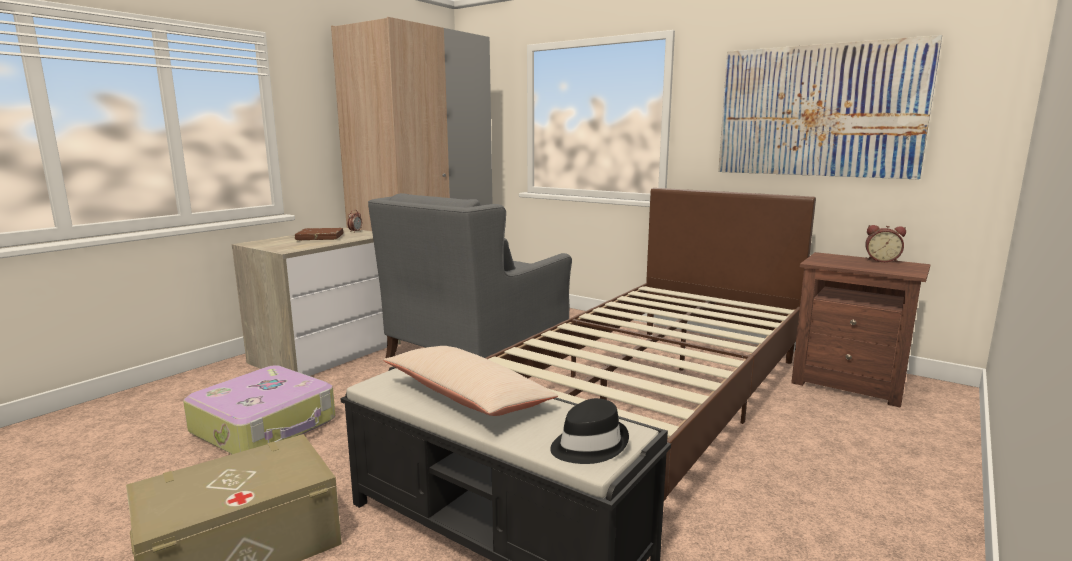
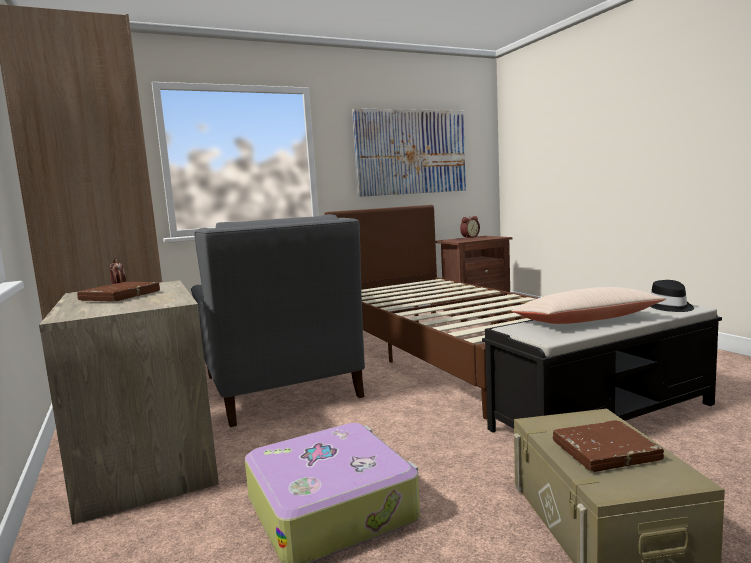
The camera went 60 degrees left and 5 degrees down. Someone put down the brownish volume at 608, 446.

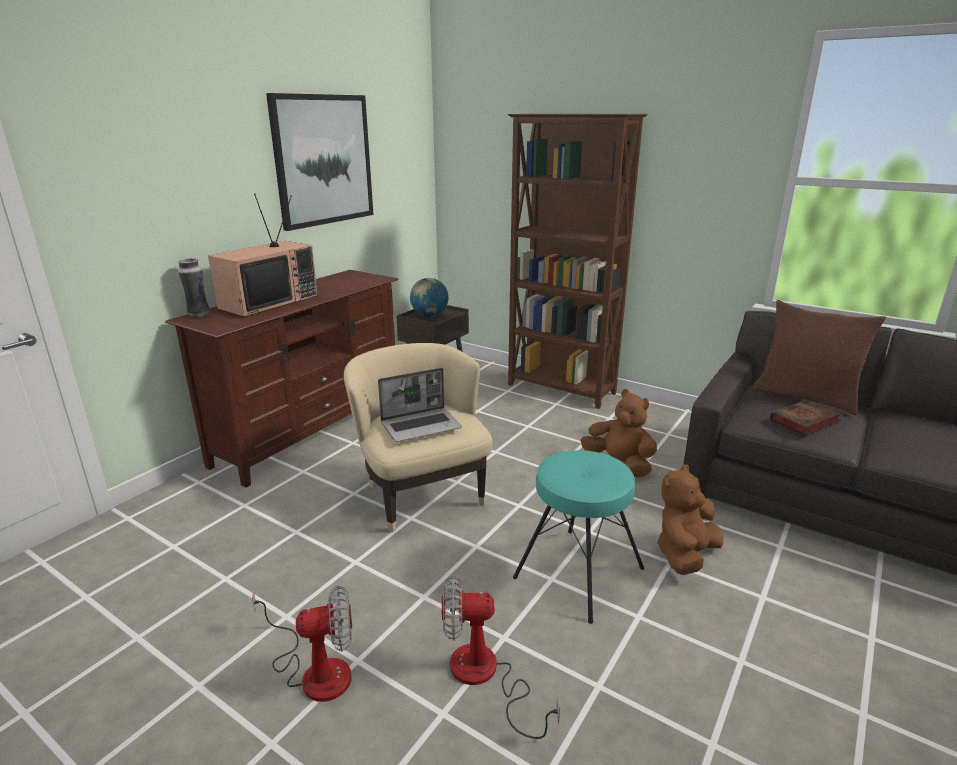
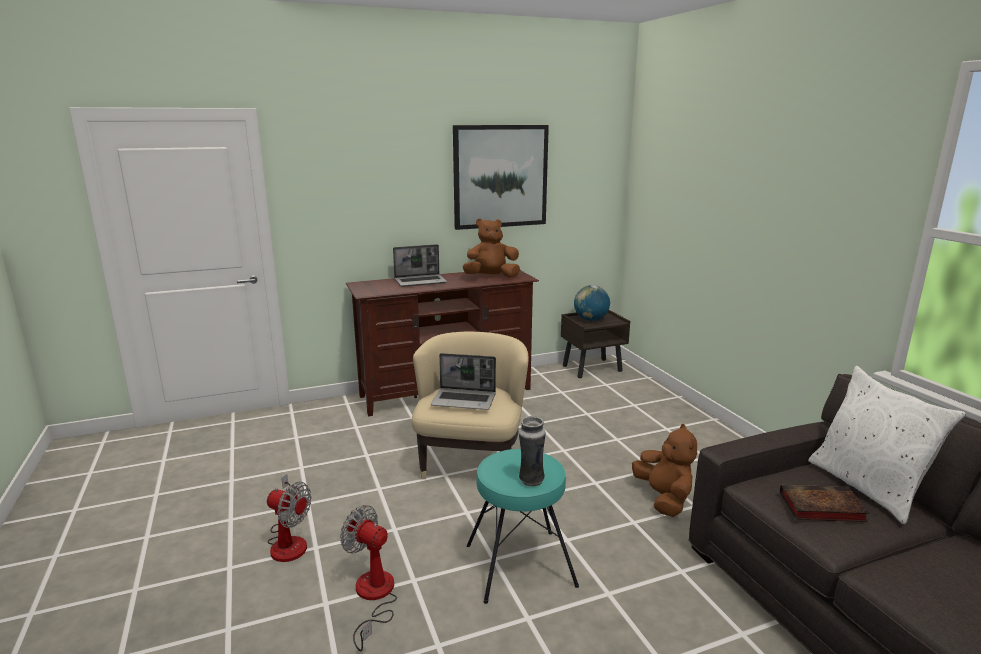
The camera went 35 degrees right and 5 degrees down. Someone took away the brownish bookshelf at 578, 261. Someone swapped the TV at 263, 255 for the laptop at 420, 265. Someone carried the decorative vase from 194, 287 to 532, 451. Someone repainted the brownish pillow at 819, 357, which became the whitish pillow at 887, 445. Someone carried the brownish cuddly toy from 690, 520 to 491, 248.

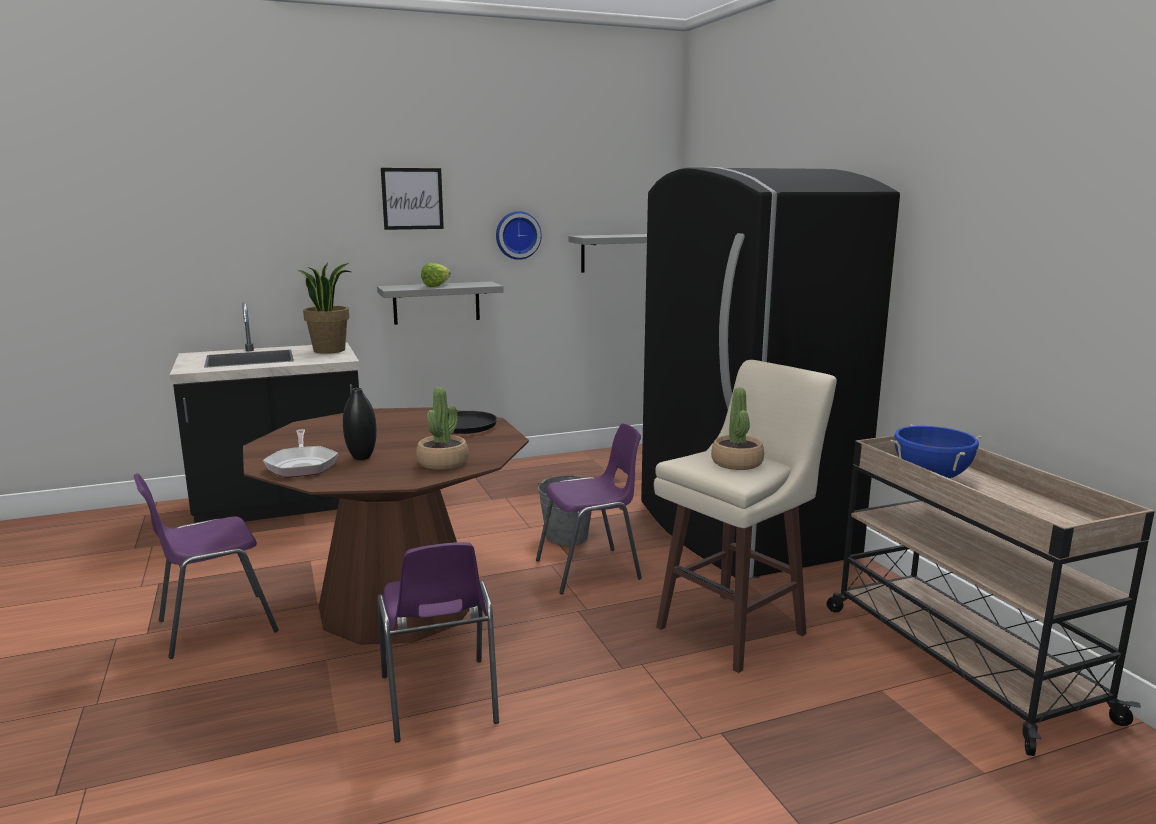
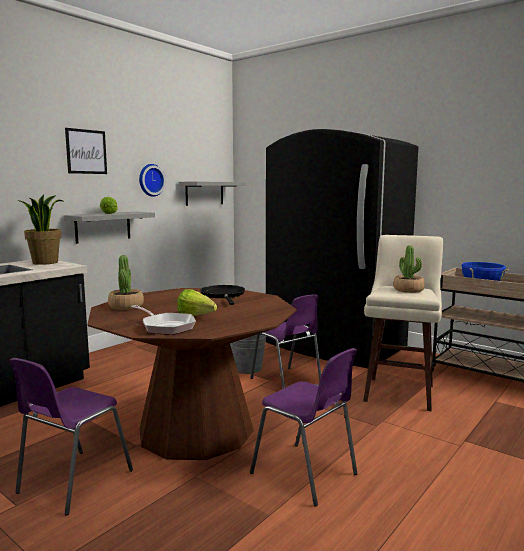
The camera went 30 degrees left and 5 degrees down. Someone carried the houseplant from 442, 428 to 126, 282. Someone swapped the black decorative vase at 360, 424 for the lettuce head at 197, 302. Someone rotated the purple-coloured chair at 589, 509 by 105 degrees clockwise.

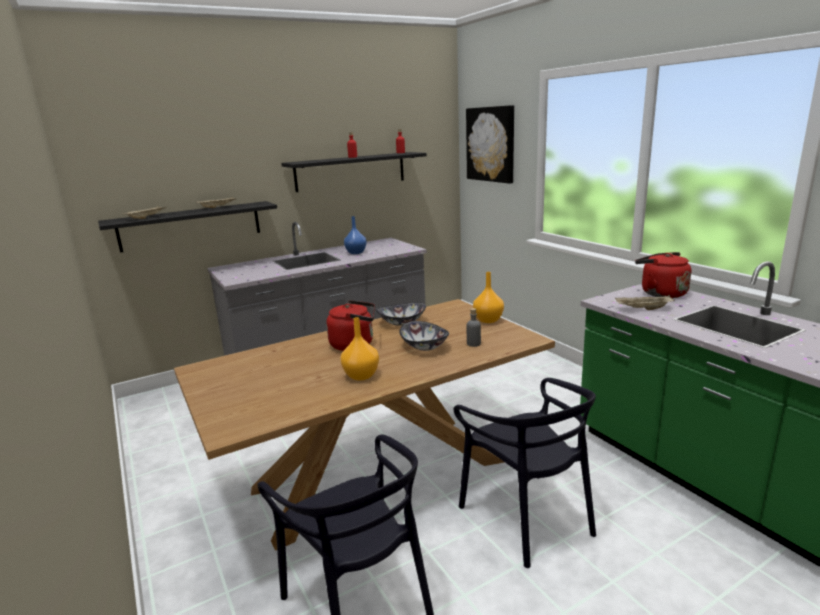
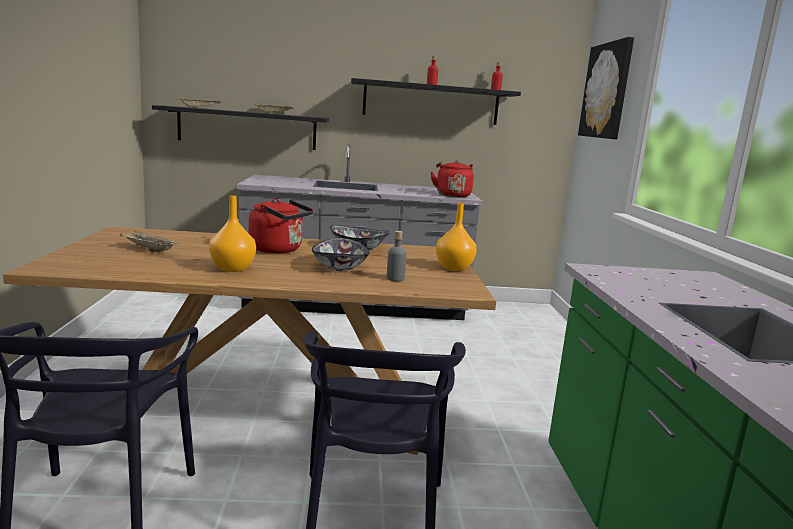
The camera went 25 degrees right and 5 degrees down. Someone took away the blue decorative vase at 355, 235. Someone carried the red kettle from 663, 275 to 452, 179. Someone carried the beige tray from 644, 302 to 150, 241.

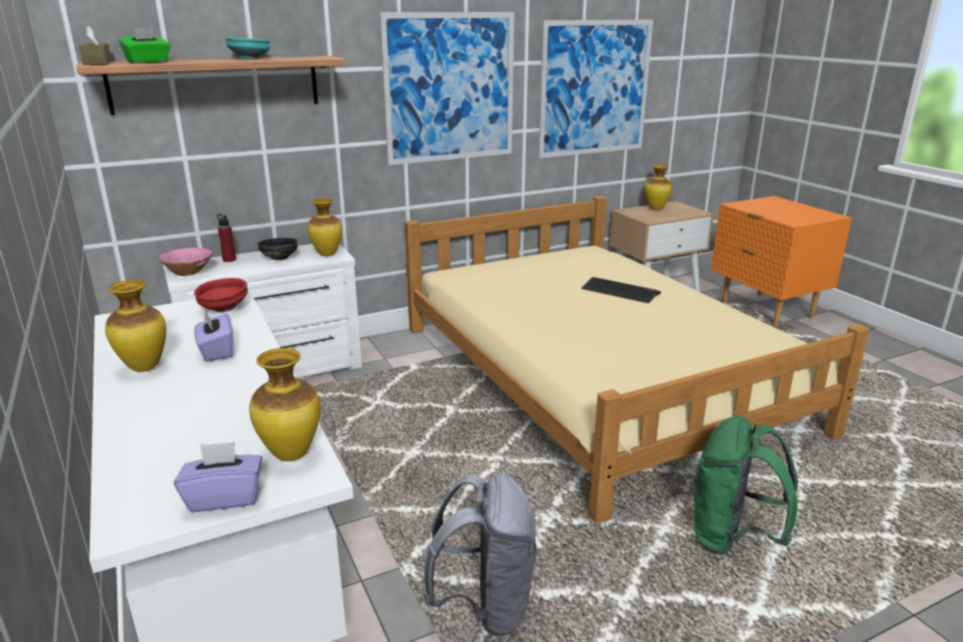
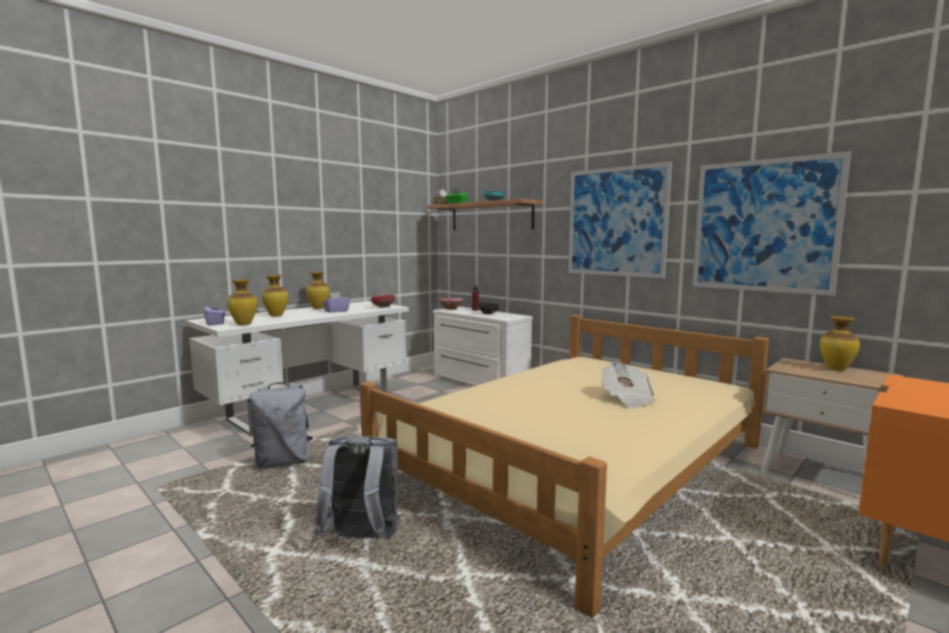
The camera went 70 degrees right and 15 degrees down. Someone carried the decorative vase from 324, 227 to 275, 296. Someone swapped the computer keyboard at 621, 290 for the daily paper at 628, 385. Someone repainted the greenish knapsack at 746, 485, which became the grey knapsack at 357, 487.

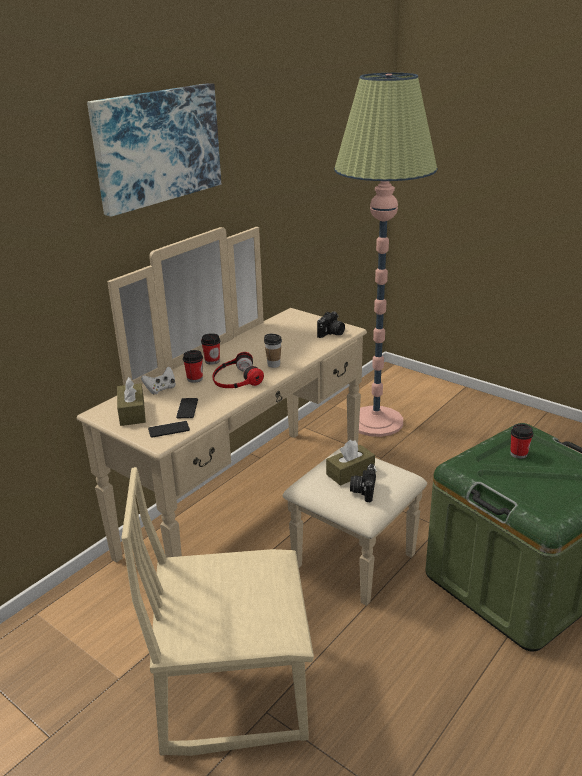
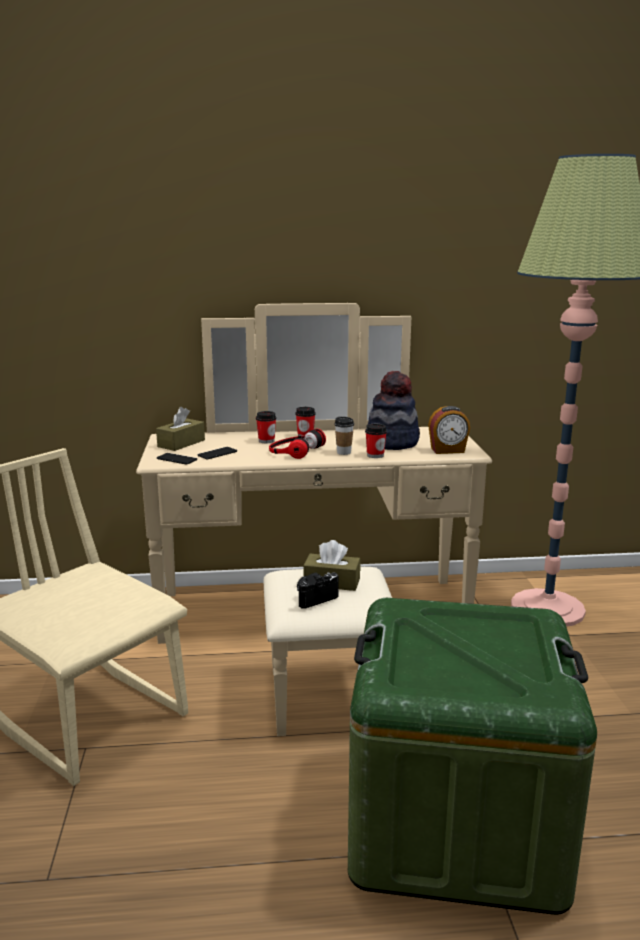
The camera went 45 degrees right and 10 degrees down. Someone took away the wall art at 154, 150. Someone swapped the photo camera at 331, 324 for the bedside clock at 449, 430. Someone took away the whitish game controller at 158, 380. Someone carried the cup from 521, 441 to 376, 441. Someone put down the hat at 394, 410.

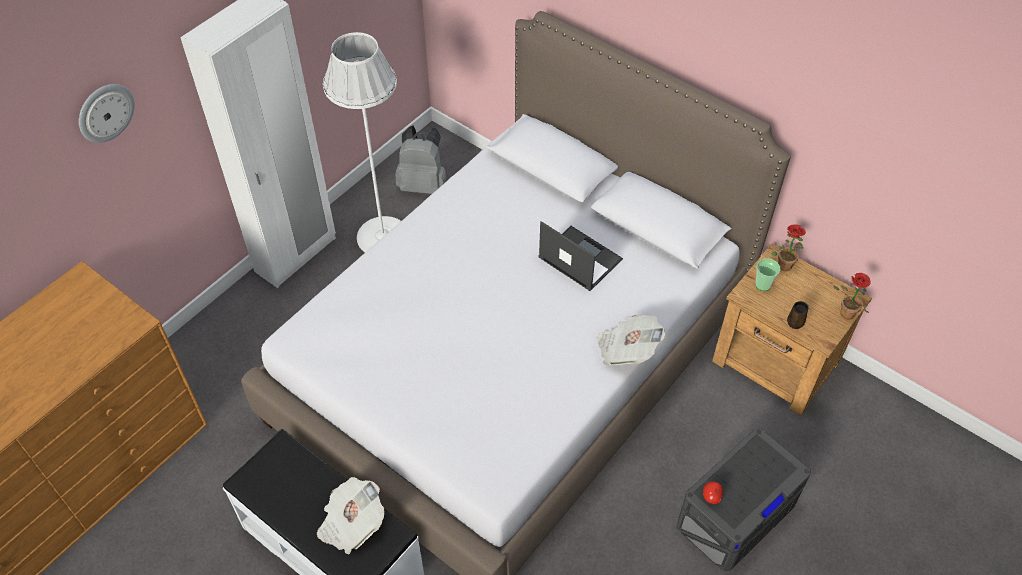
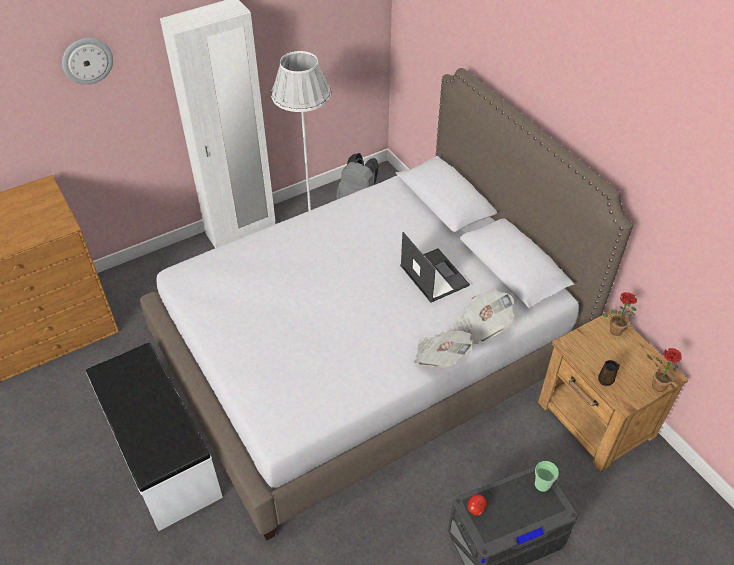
The camera went 20 degrees right and 5 degrees down. Someone carried the cup from 767, 274 to 547, 476. Someone carried the daily paper from 351, 515 to 484, 316.

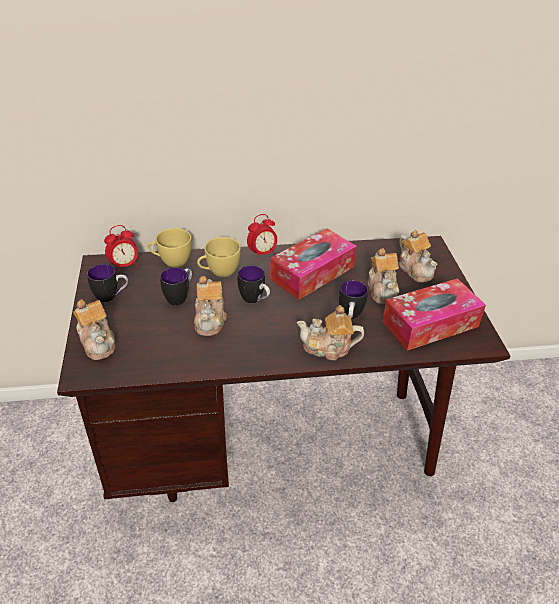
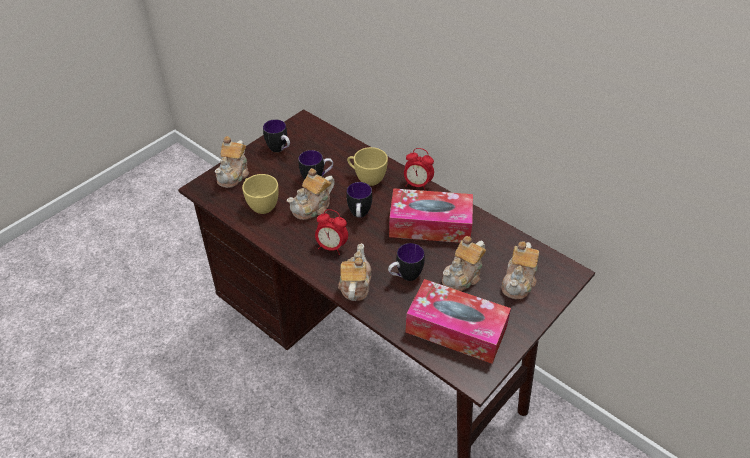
The camera went 50 degrees right and 5 degrees up. Someone carried the bedside clock from 121, 248 to 331, 232. Someone carried the yellow-coloured cup from 170, 248 to 260, 194. Someone rotated the tea pot at 330, 332 by 45 degrees clockwise.

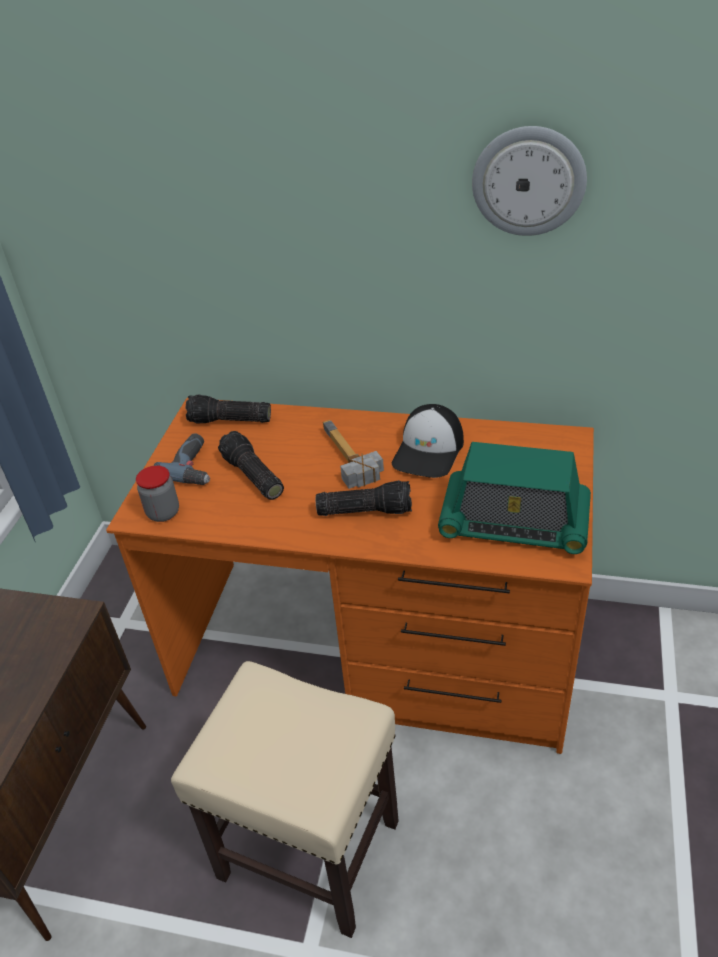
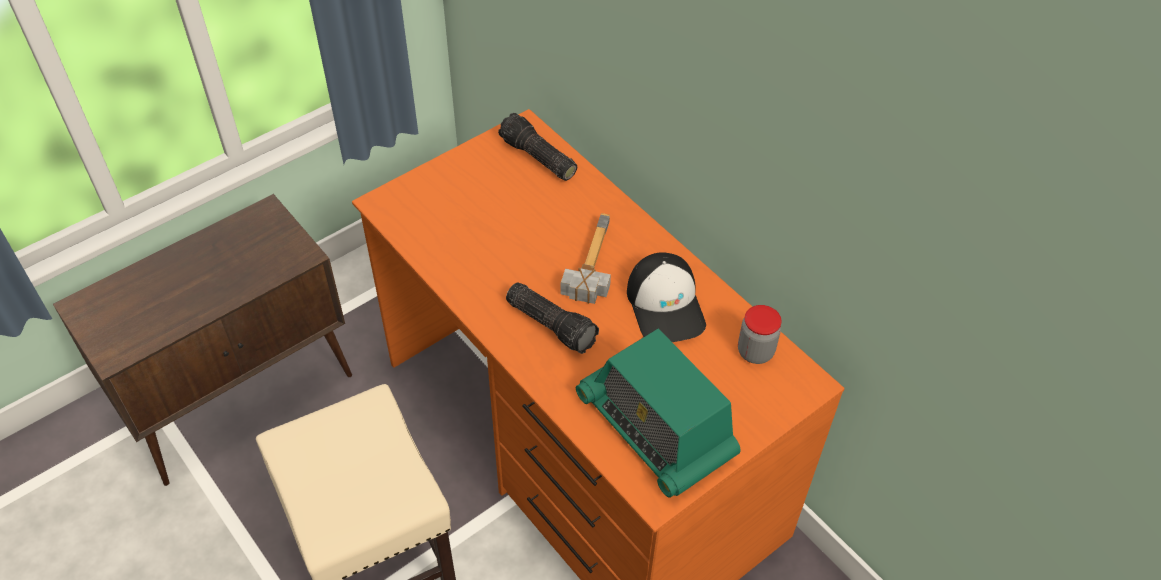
The camera went 35 degrees right and 10 degrees up. Someone took away the wall clock at 529, 181. Someone rotated the cap at 428, 441 by 75 degrees counterclockwise. Someone took away the flashlight at 251, 465. Someone took away the electric drill at 181, 459. Someone carried the jar from 157, 493 to 760, 334.

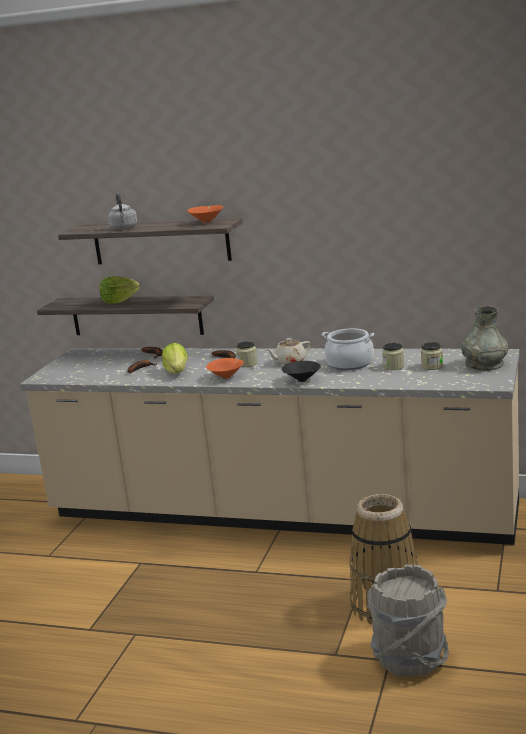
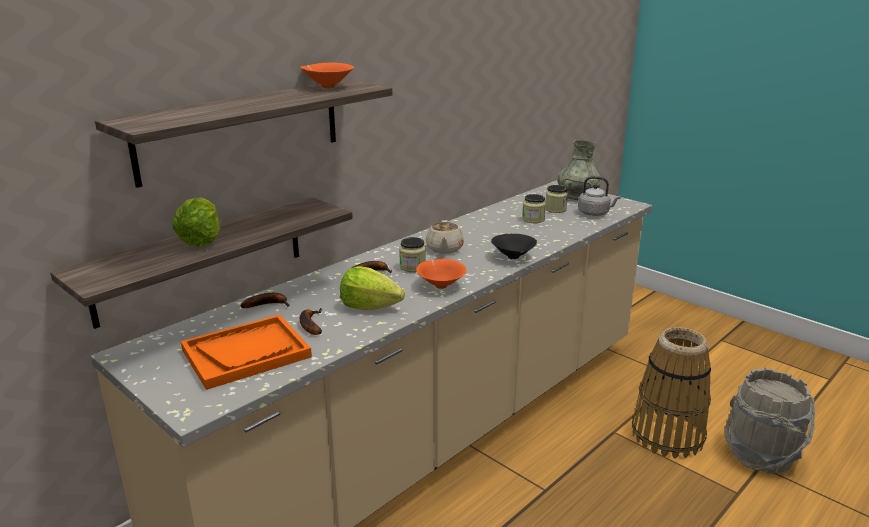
The camera went 65 degrees left and 5 degrees up. Someone carried the grey kettle from 122, 211 to 599, 196. Someone took away the stockpot at 347, 349. Someone put down the orange-coloured tray at 246, 352.

